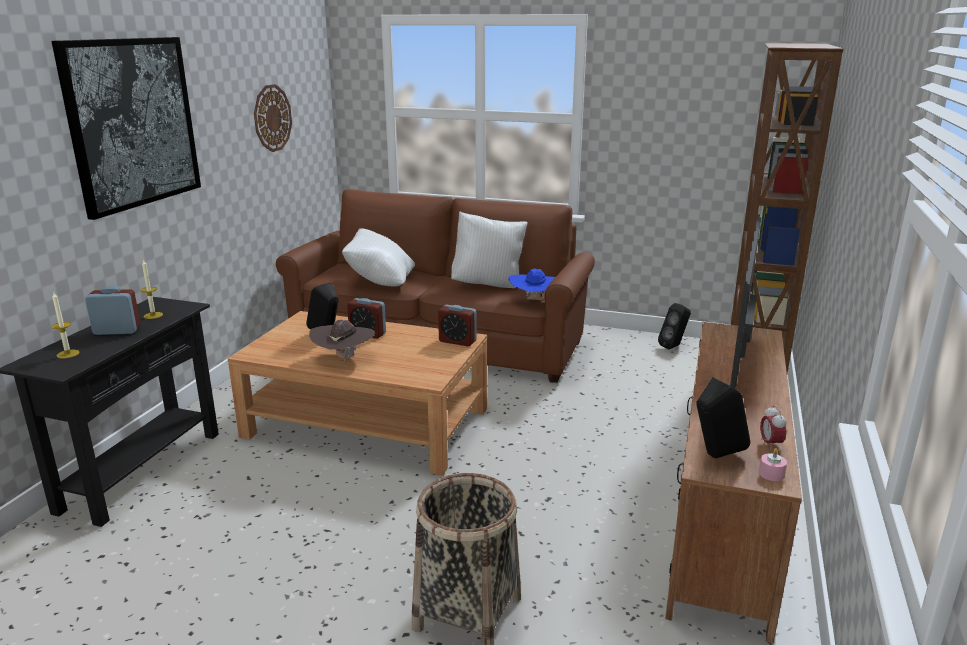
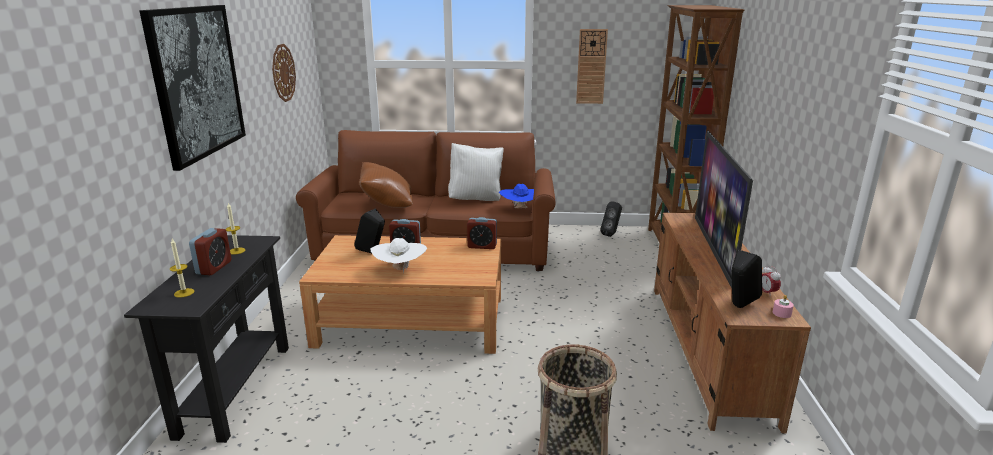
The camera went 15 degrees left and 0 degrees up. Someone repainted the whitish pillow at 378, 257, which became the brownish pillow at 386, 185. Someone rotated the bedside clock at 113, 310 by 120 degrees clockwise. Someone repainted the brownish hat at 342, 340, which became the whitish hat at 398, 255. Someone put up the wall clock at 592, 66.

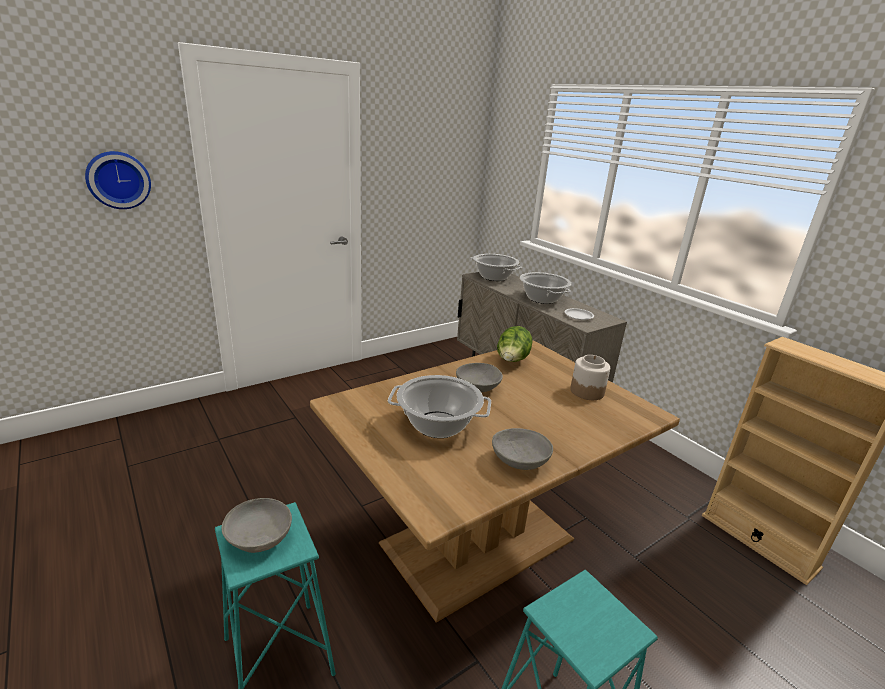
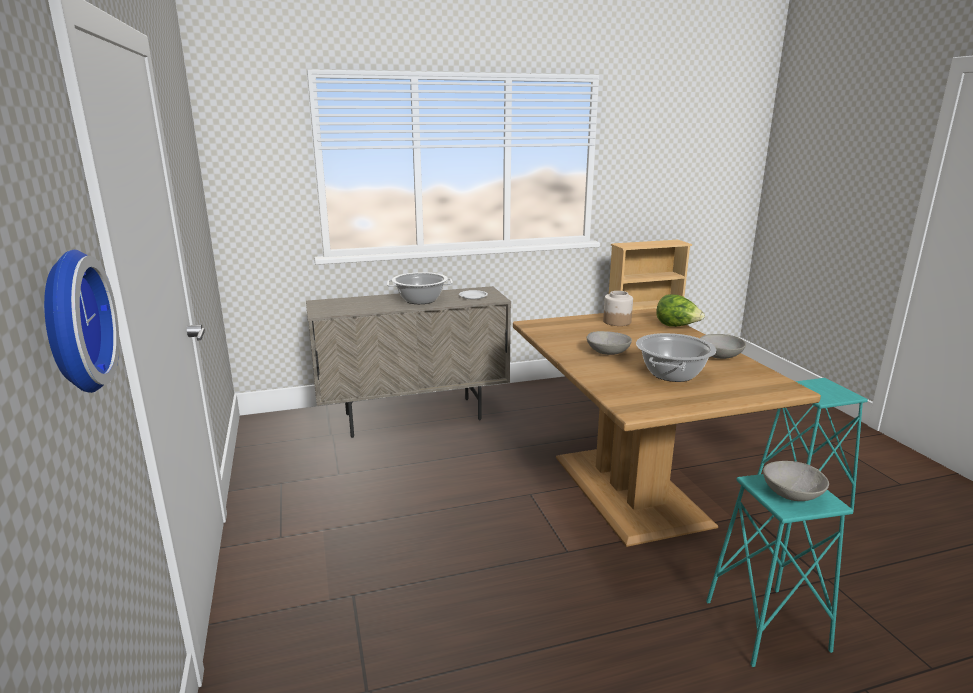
The camera went 70 degrees left and 5 degrees down. Someone took away the stockpot at 496, 267. Someone carried the lettuce head from 515, 344 to 681, 311.

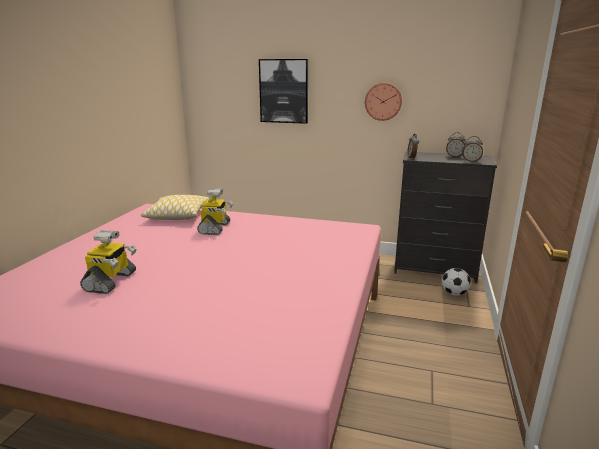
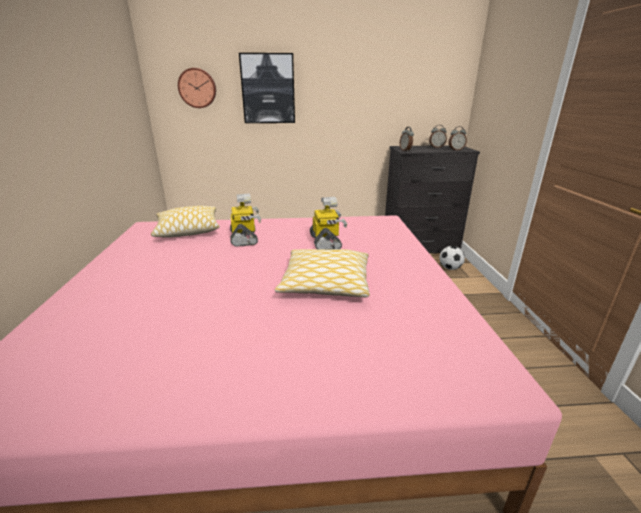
The camera went 20 degrees left and 5 degrees up. Someone carried the wall clock from 383, 102 to 197, 88. Someone carried the toy robot from 108, 262 to 328, 223. Someone put down the pillow at 322, 273.

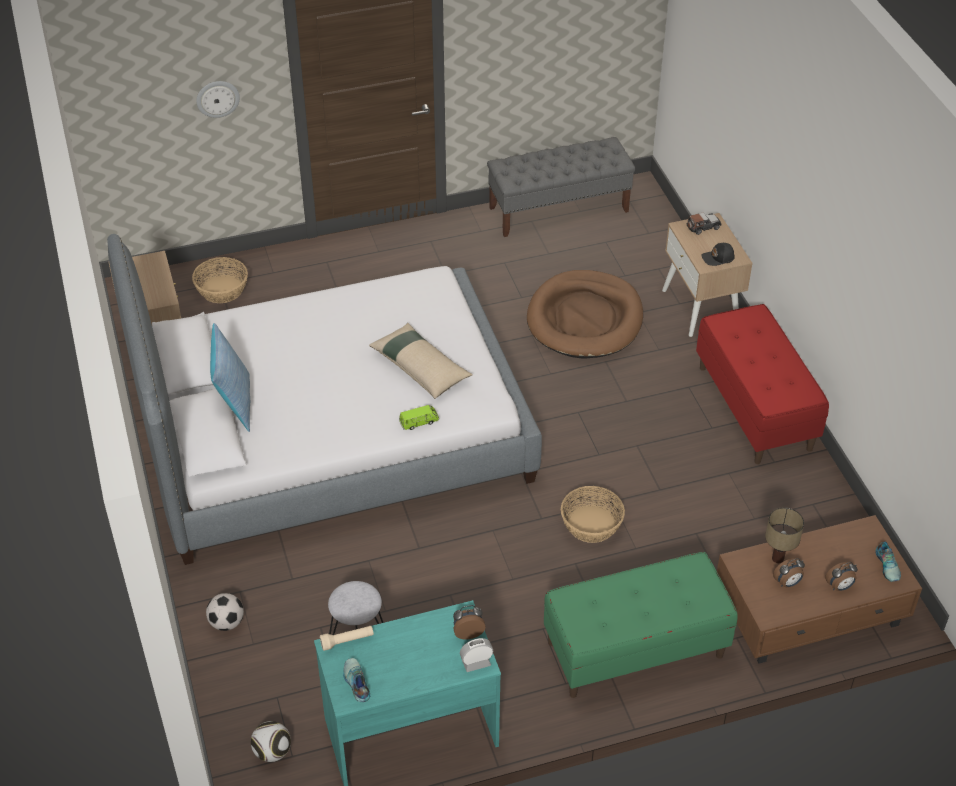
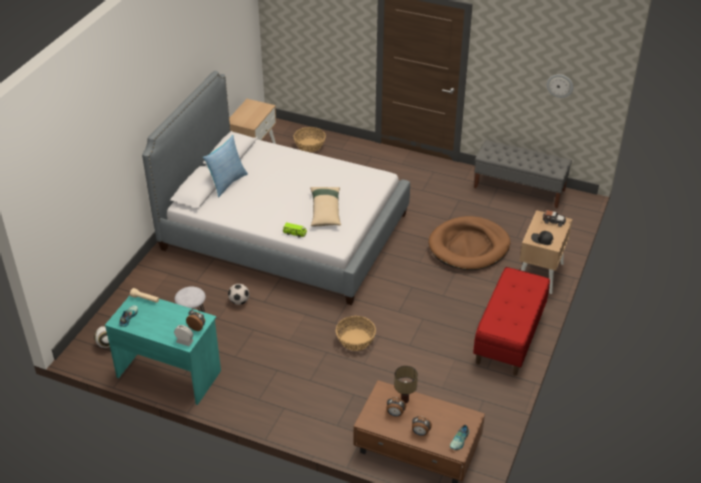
The camera went 40 degrees right and 5 degrees down. Someone carried the wall clock from 218, 99 to 560, 86. Someone took away the greenish indoor bench at 641, 625. Someone carried the football from 225, 612 to 238, 294.

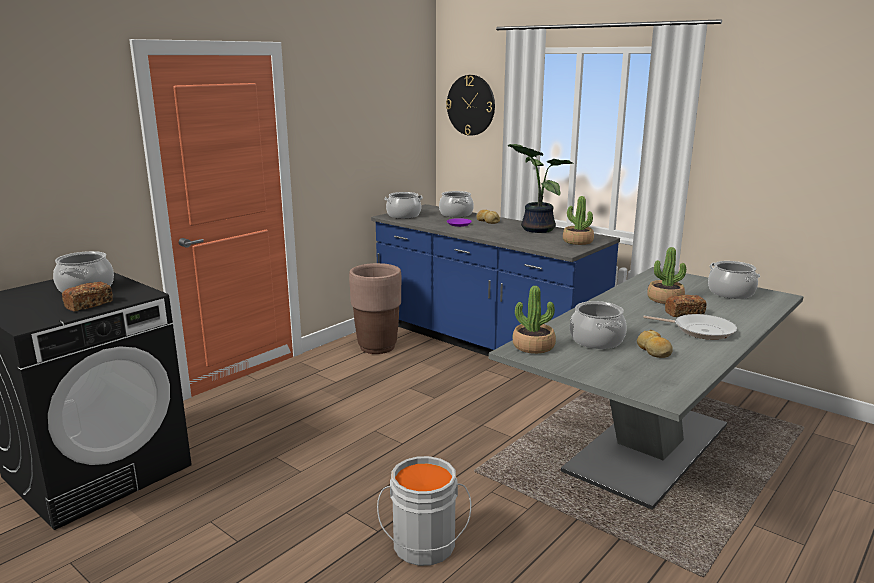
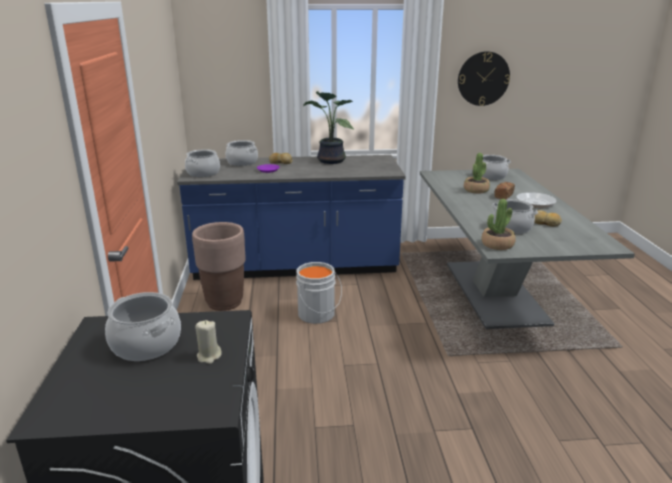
The camera went 45 degrees left and 5 degrees up. Someone carried the wall clock from 470, 105 to 484, 78. Someone took away the houseplant at 578, 220. Someone swapped the baked bread at 87, 297 for the beige wax light at 208, 342. Someone carried the grey pail from 424, 511 to 319, 293.

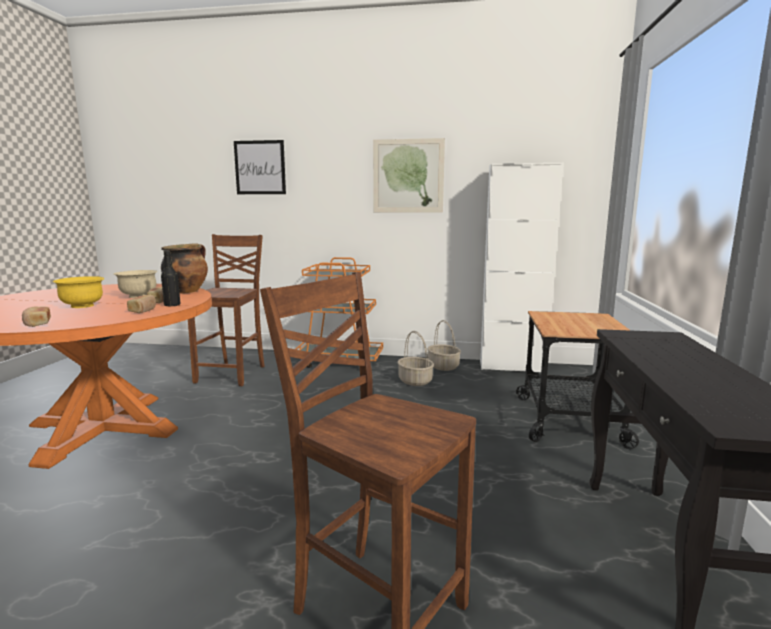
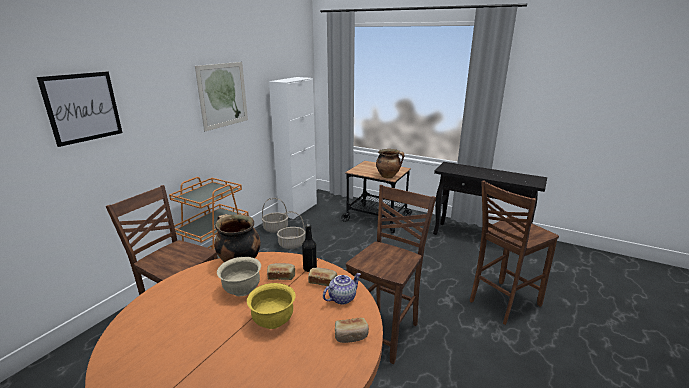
The camera went 70 degrees left and 10 degrees up. Someone put down the stockpot at 390, 163. Someone put down the brownish chair at 391, 274. Someone put down the tea pot at 342, 288.

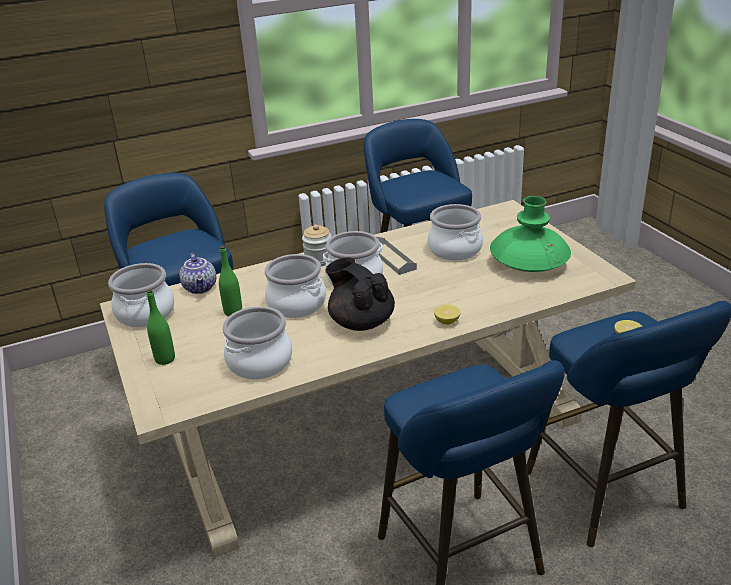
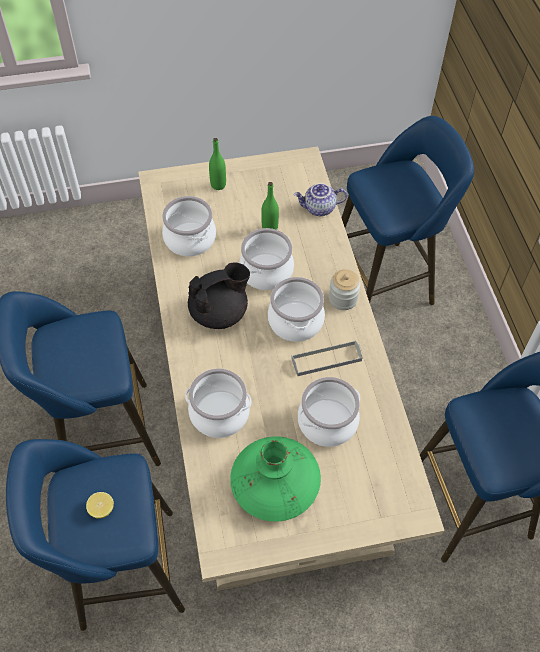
The camera went 100 degrees right and 25 degrees up. Someone carried the stockpot from 141, 295 to 218, 403. Someone took away the whole lemon at 447, 315.

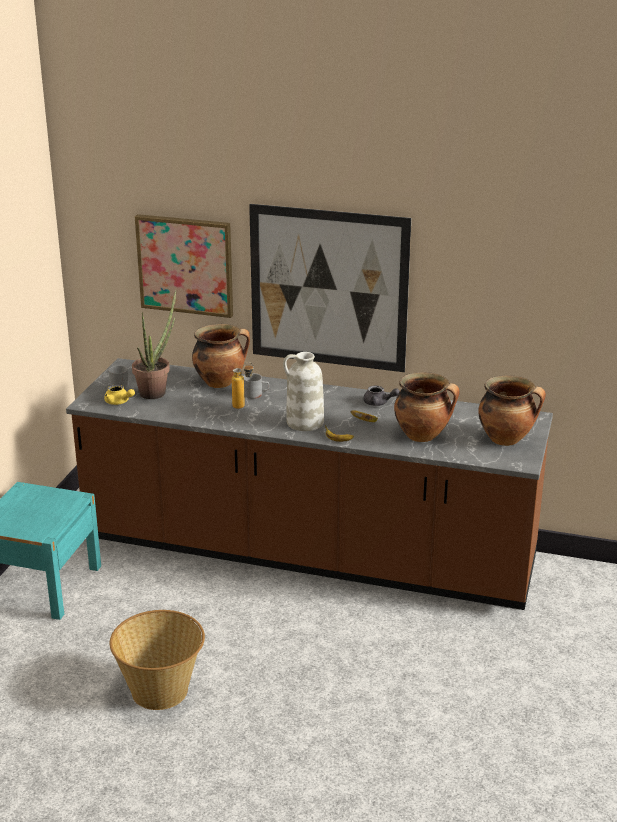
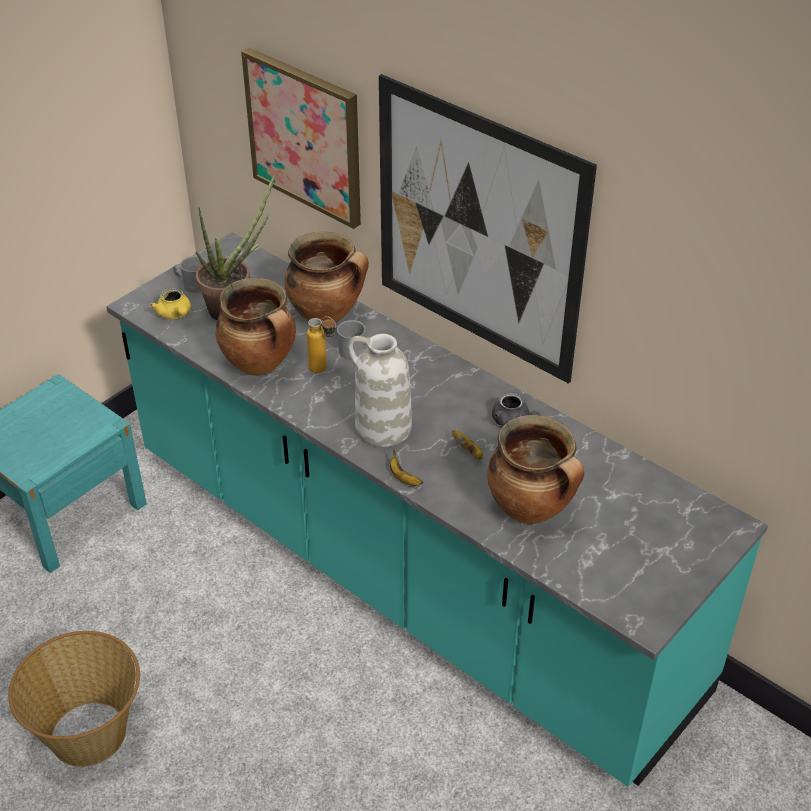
The camera went 25 degrees right and 15 degrees up. Someone repainted the brownish counter at 309, 484, which became the turquoise-coloured counter at 437, 510. Someone carried the stockpot from 512, 410 to 256, 327.

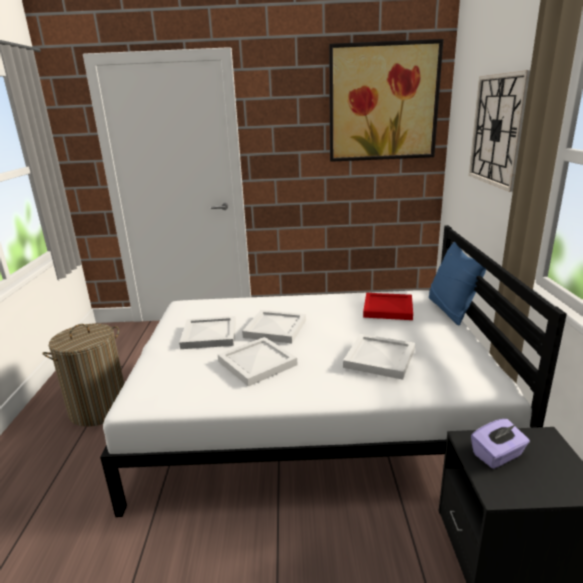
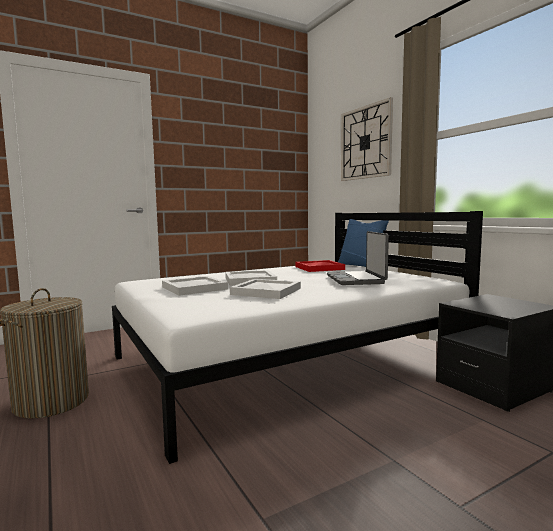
The camera went 30 degrees left and 15 degrees down. Someone took away the wall art at 386, 100. Someone swapped the whitish tray at 379, 357 for the laptop at 358, 258. Someone took away the purple-coloured tissue box at 500, 444.

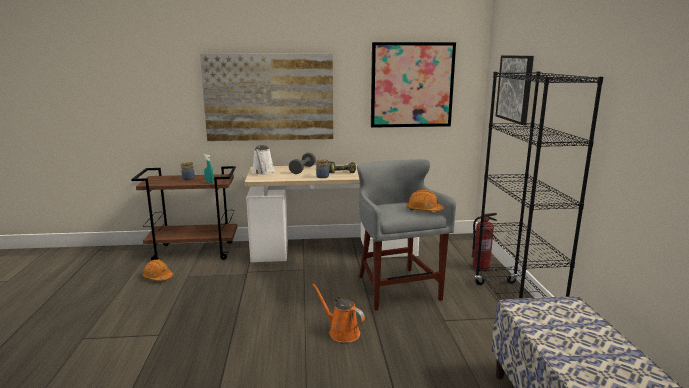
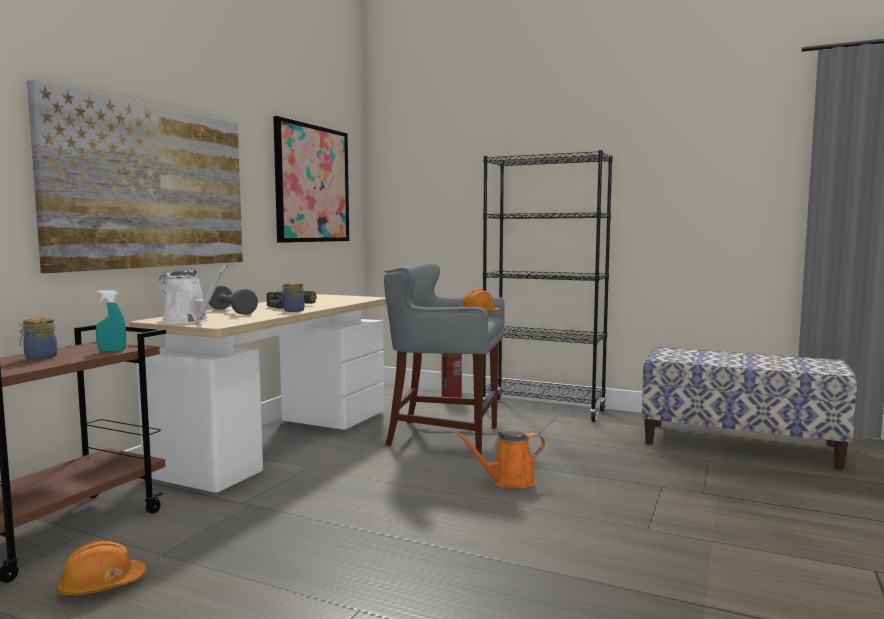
The camera went 60 degrees left and 10 degrees down. Someone took away the wall art at 515, 90.

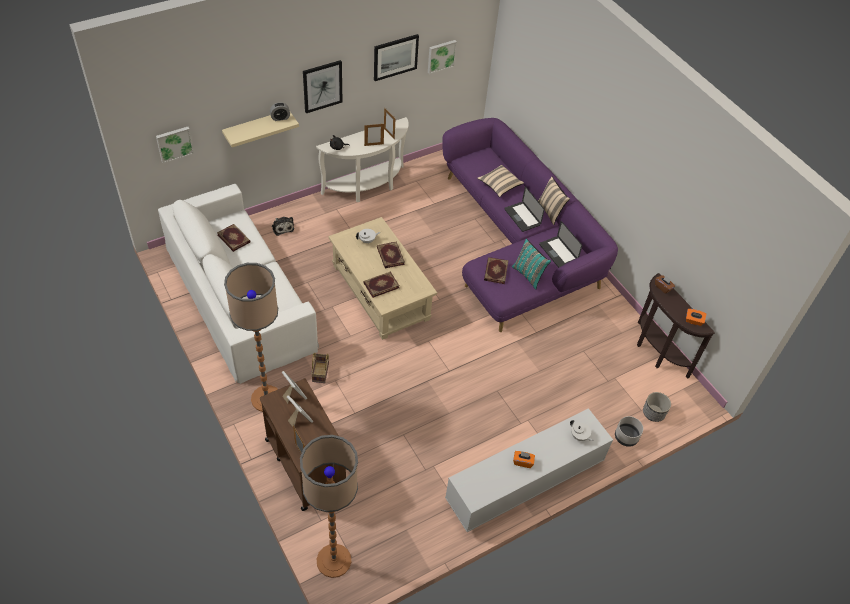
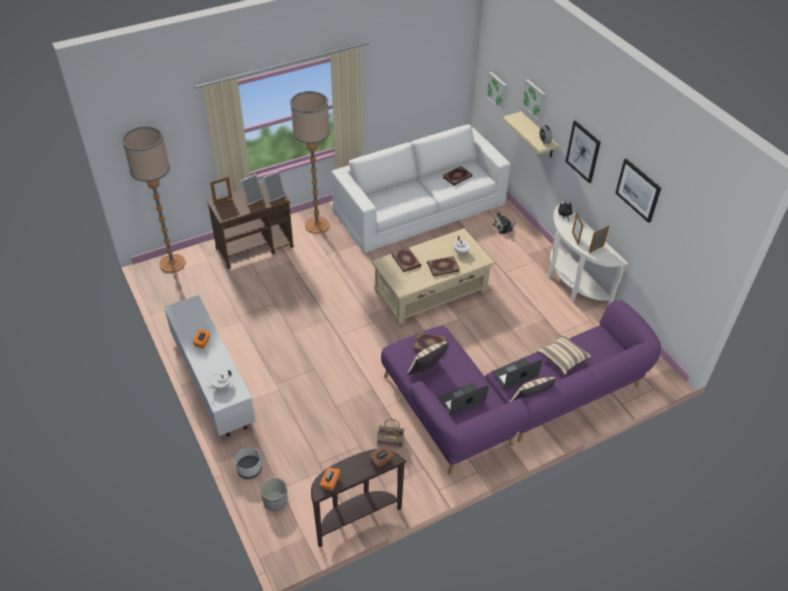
The camera went 95 degrees right and 5 degrees down. Someone carried the wall art from 442, 57 to 533, 99. Someone repainted the turquoise-coloured pillow at 531, 264, which became the beige pillow at 427, 358. Someone carried the storage basket from 320, 368 to 391, 433.

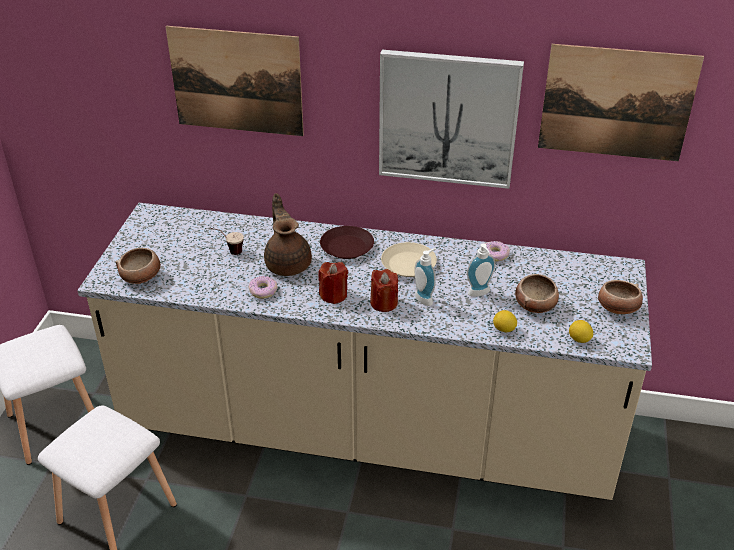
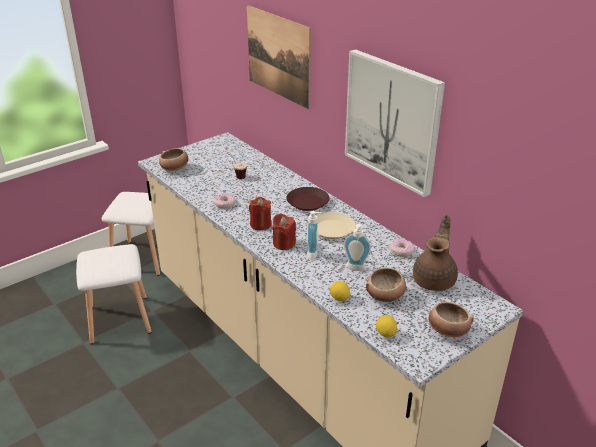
The camera went 40 degrees right and 5 degrees down. Someone took away the wall art at 621, 102. Someone carried the brownish tea pot from 288, 234 to 435, 253.

